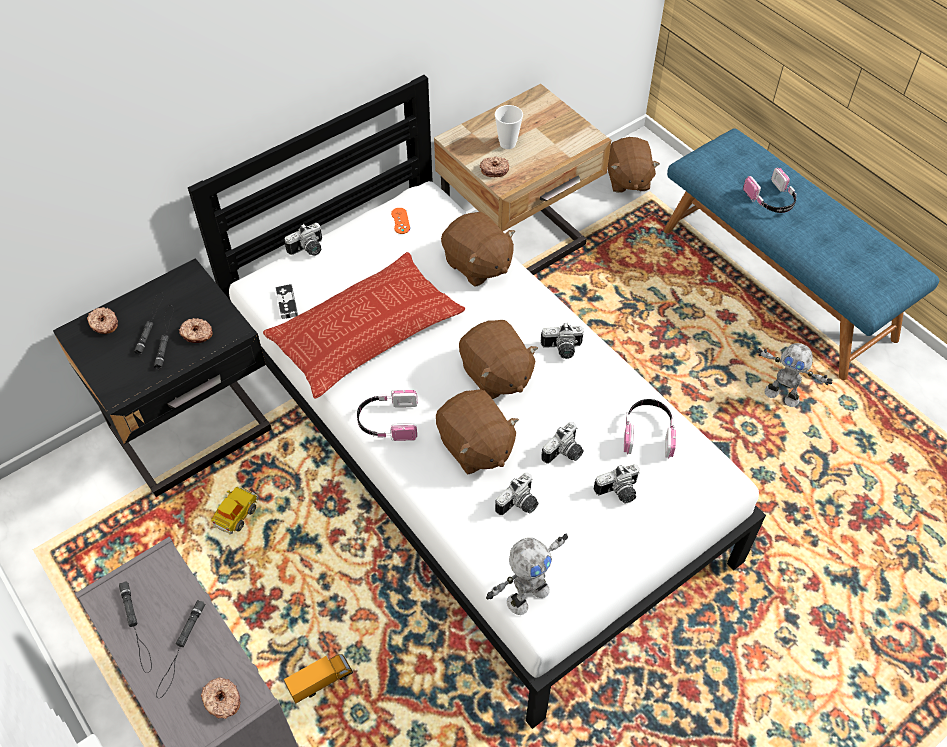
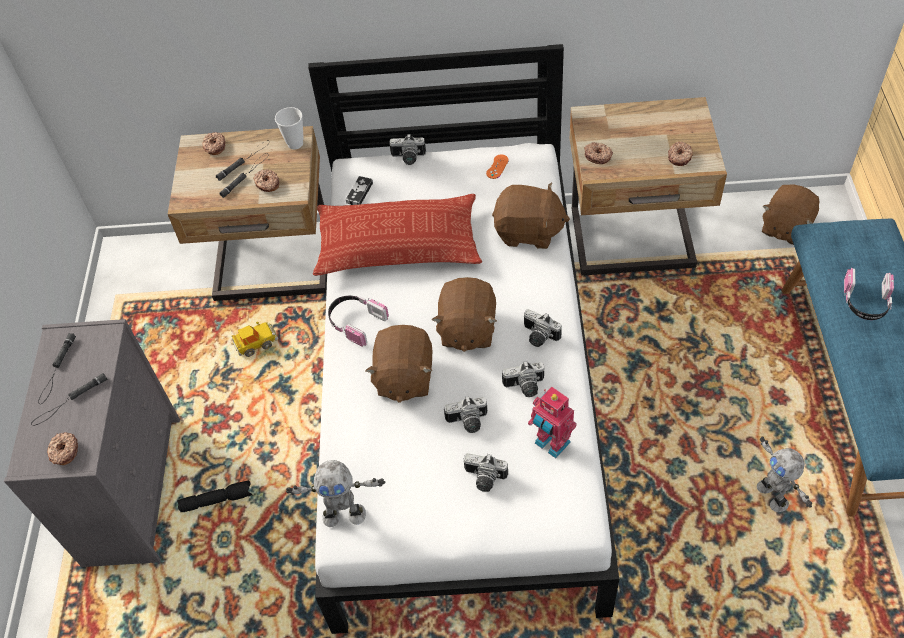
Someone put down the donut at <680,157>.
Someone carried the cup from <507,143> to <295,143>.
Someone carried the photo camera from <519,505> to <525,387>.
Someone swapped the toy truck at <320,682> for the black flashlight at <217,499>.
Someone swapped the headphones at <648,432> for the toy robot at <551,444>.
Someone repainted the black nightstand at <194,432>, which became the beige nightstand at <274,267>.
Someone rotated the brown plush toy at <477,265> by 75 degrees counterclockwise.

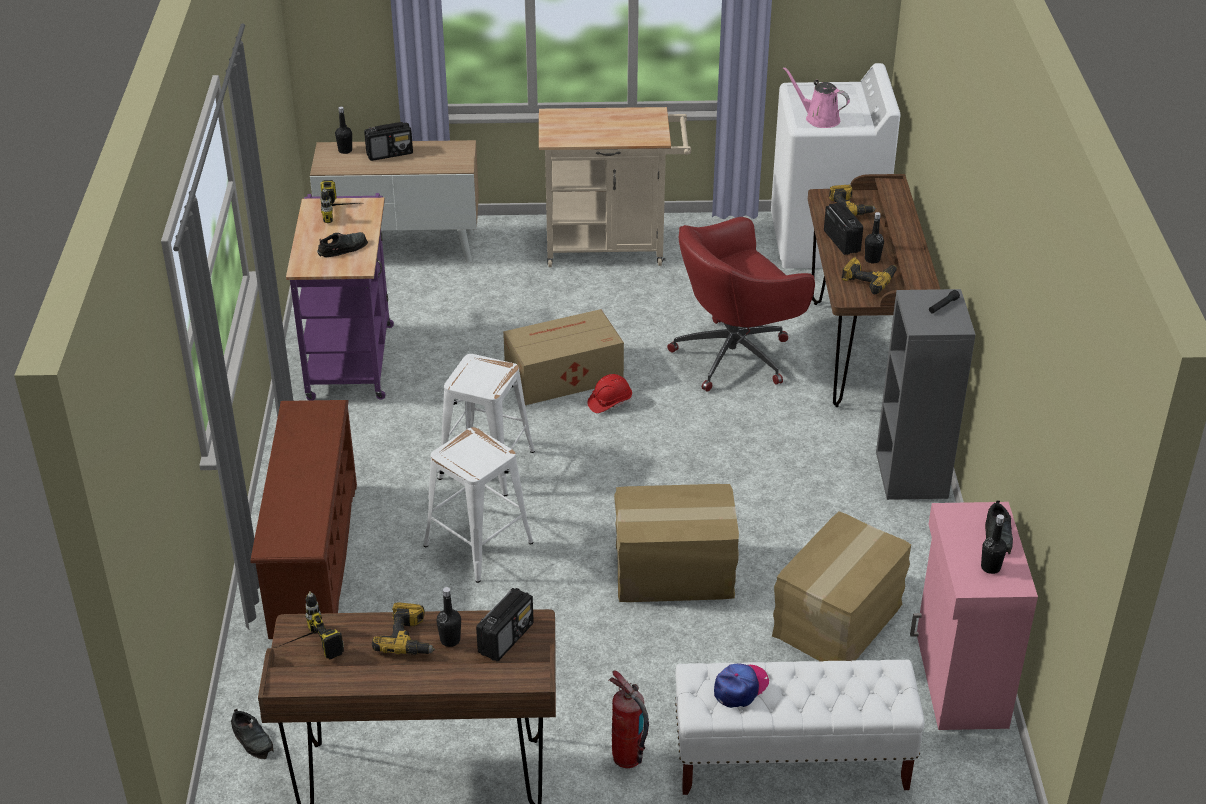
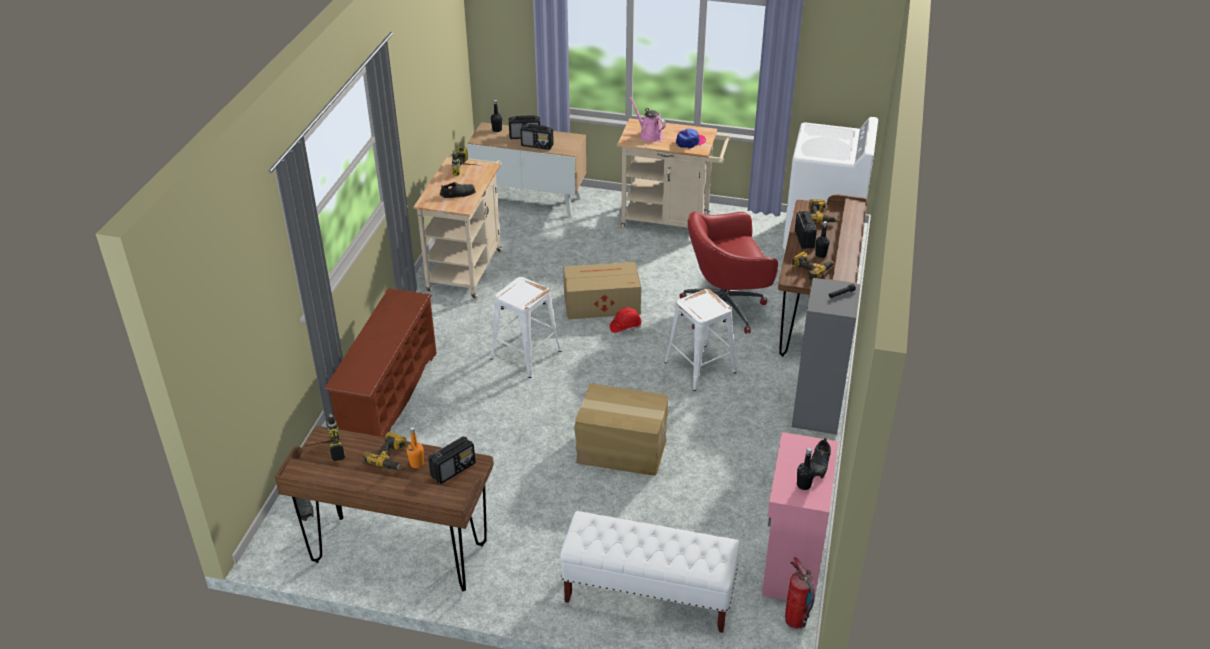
Someone took away the cardboard box at <839,620>.
Someone put down the radio at <537,145>.
Someone carried the white stool from <477,544> to <699,367>.
Someone carried the fire extinguisher from <627,757> to <795,620>.
Someone carried the cap from <740,687> to <690,142>.
Someone carried the pink watering can from <819,118> to <649,135>.
Someone repainted the purple cart at <350,356>, which became the beige cart at <467,268>.
Someone repainted the black bottle at <450,640>, which became the orange bottle at <417,463>.

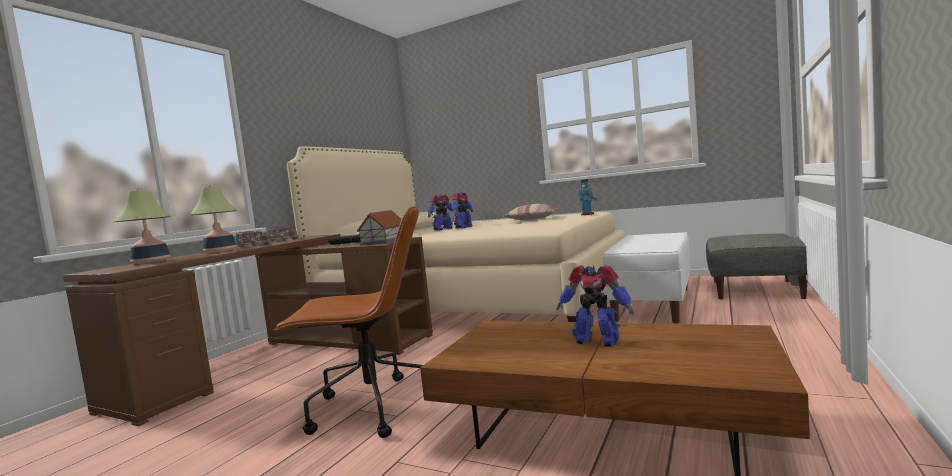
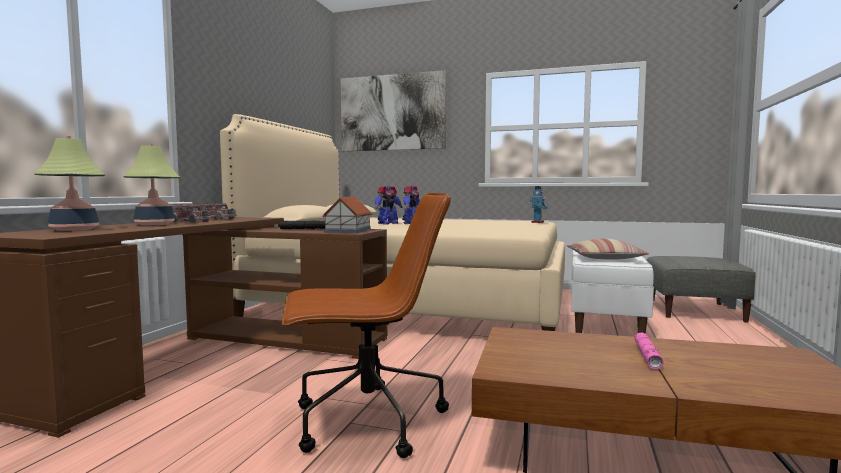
Someone put up the picture at <392,112>.
Someone carried the pillow from <532,219> to <605,259>.
Someone swapped the toy robot at <597,340> for the pink flashlight at <647,356>.

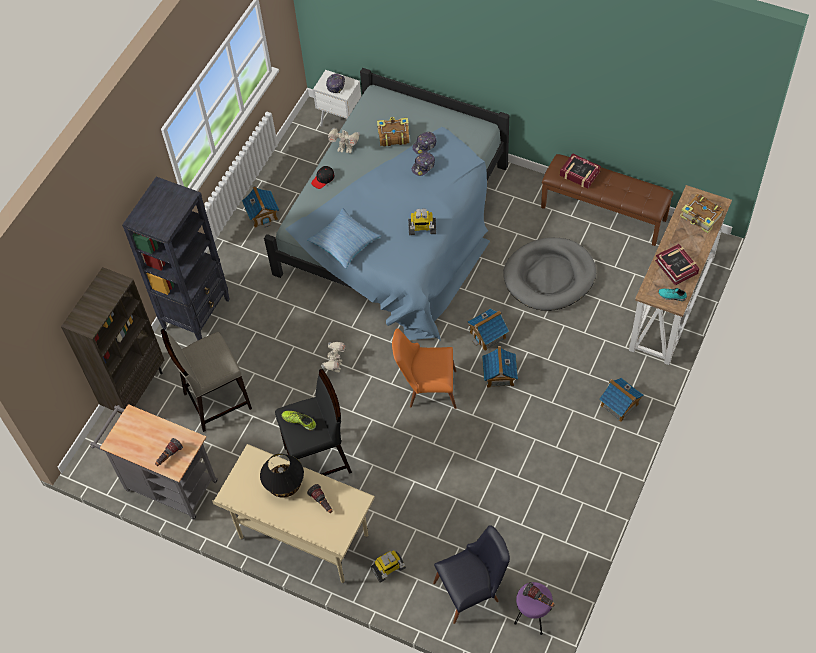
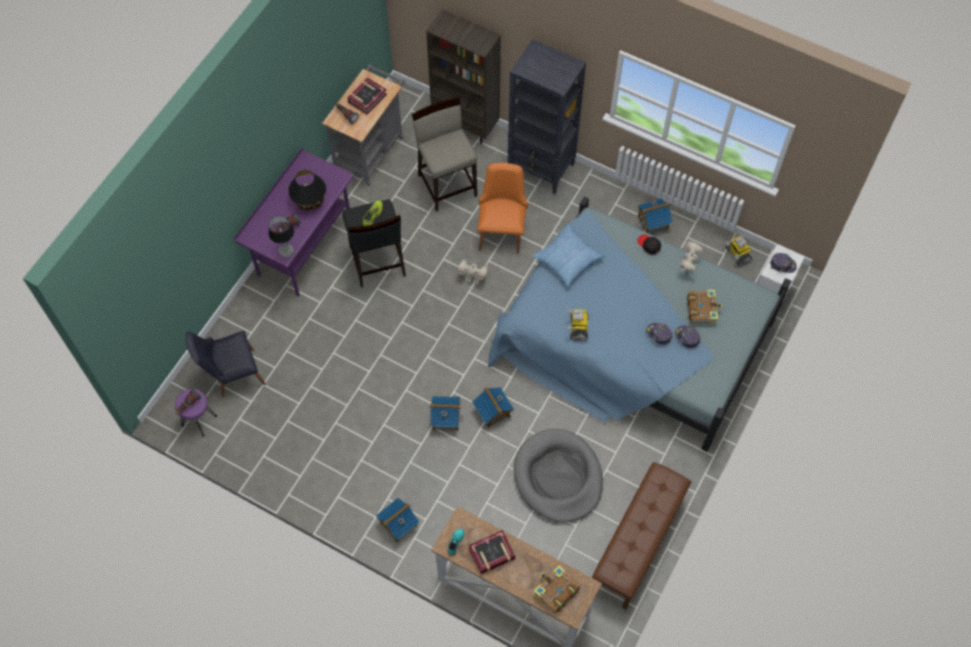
Someone put down the table lamp at <286,251>.
Someone carried the toy robot from <388,569> to <737,254>.
Someone carried the orange chair from <426,388> to <502,229>.
Someone carried the book from <579,174> to <367,98>.
Someone repainted the beige desk at <303,537>, which became the purple desk at <305,248>.
Someone rotated the black chair at <472,590> by 90 degrees clockwise.

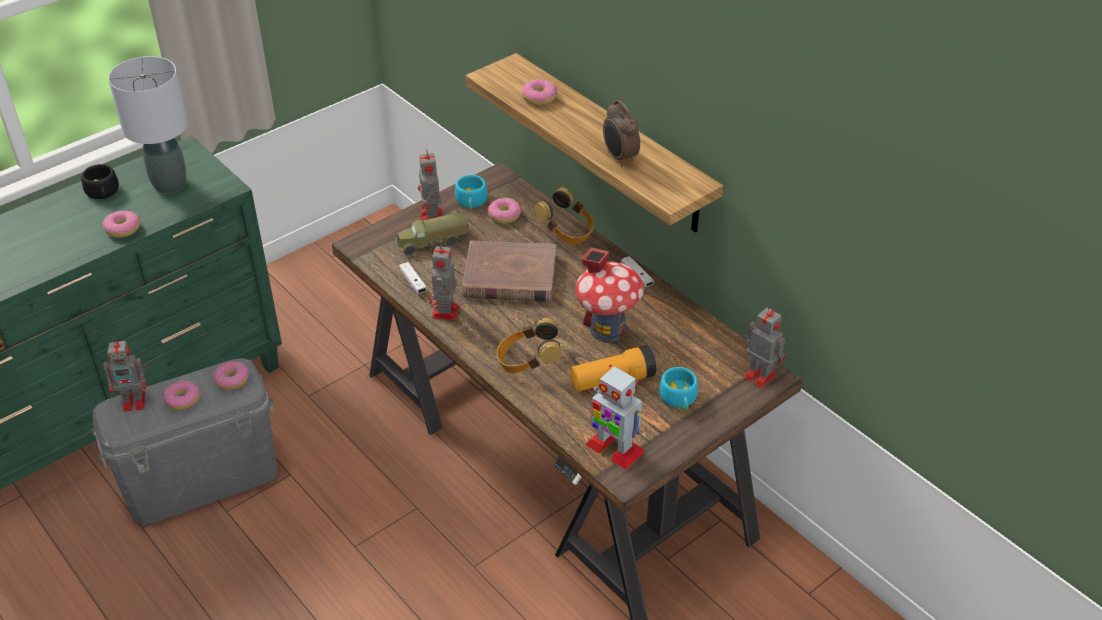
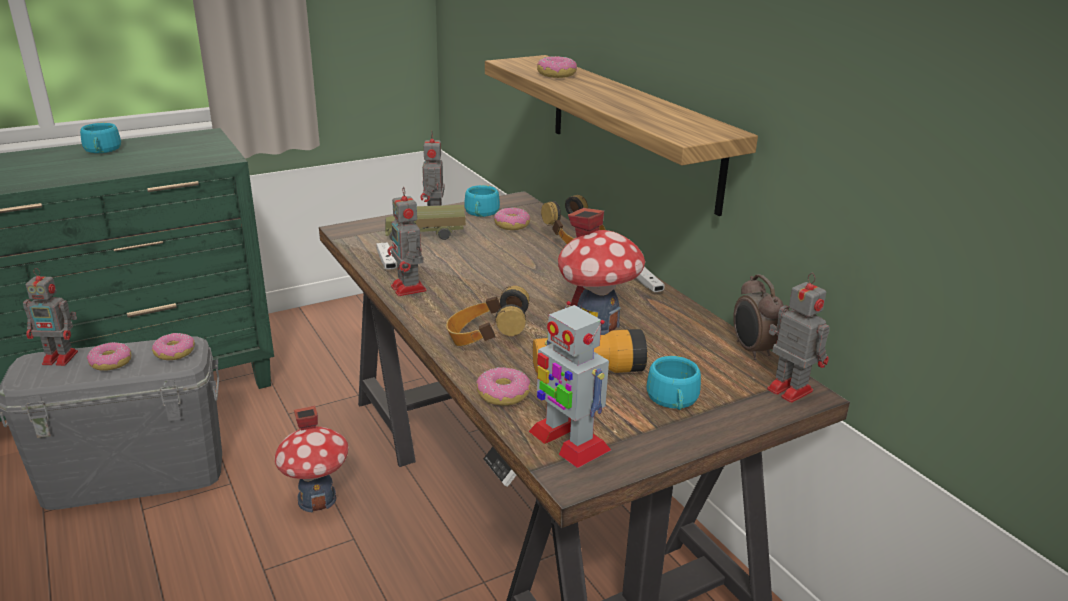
Someone took away the grey table lamp at <169,185>.
Someone took away the brown book at <510,277>.
Someone put down the toy house at <317,499>.
Someone carried the donut from <123,229> to <503,394>.
Someone carried the alarm clock from <619,158> to <751,350>.
Someone repainted the black cup at <103,193>, which became the turquoise cup at <102,150>.
Someone rotated the toy robot at <445,313> by 45 degrees counterclockwise.

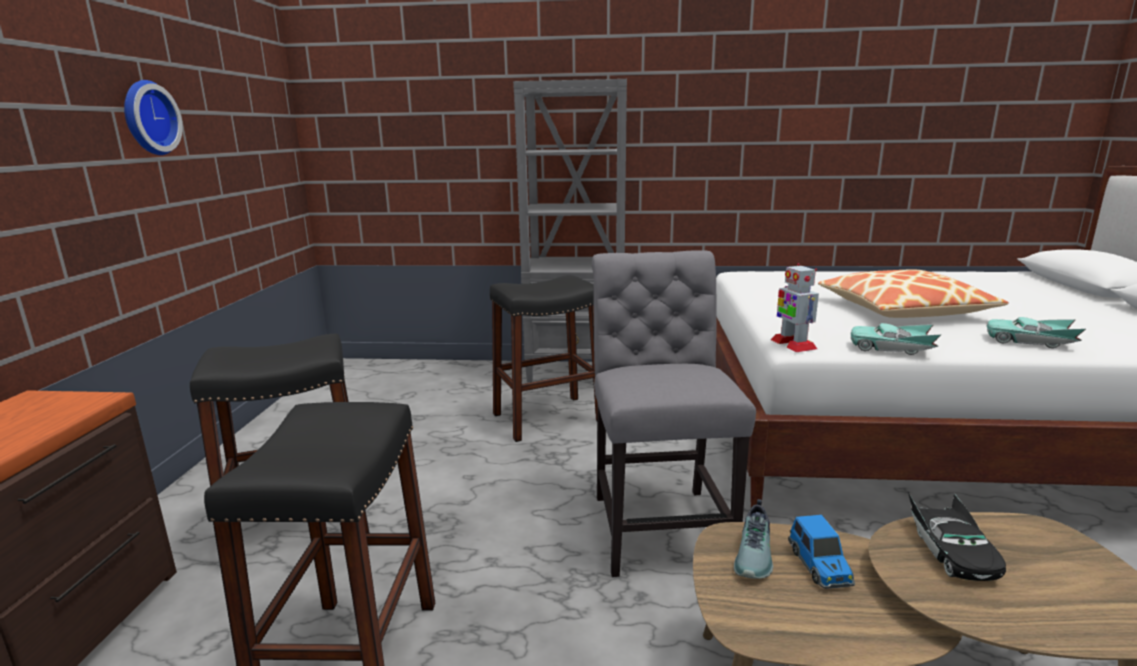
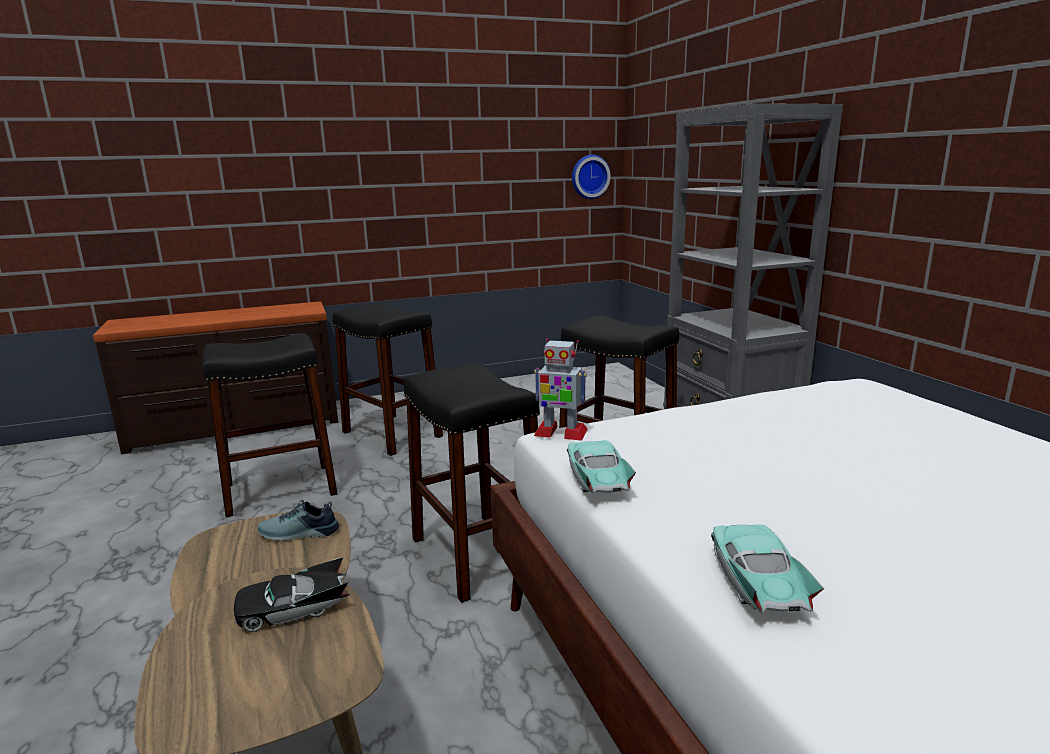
Someone took away the toy car at <820,566>.
Someone took away the pillow at <903,310>.
Someone carried the wall clock from <147,118> to <589,177>.
Someone swapped the grey chair at <659,525> for the black stool at <476,555>.
Someone rotated the toy robot at <792,344> by 120 degrees counterclockwise.

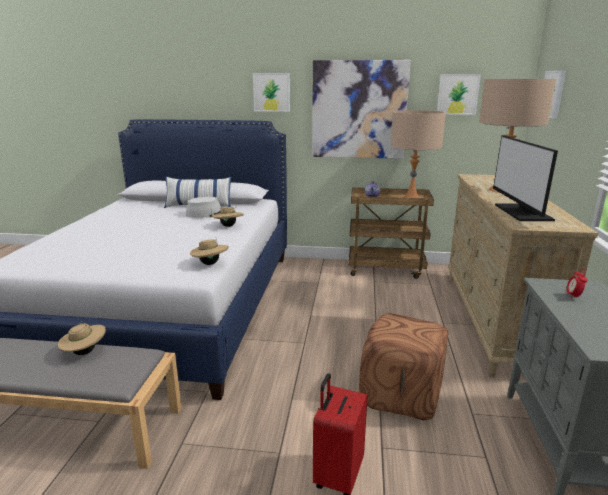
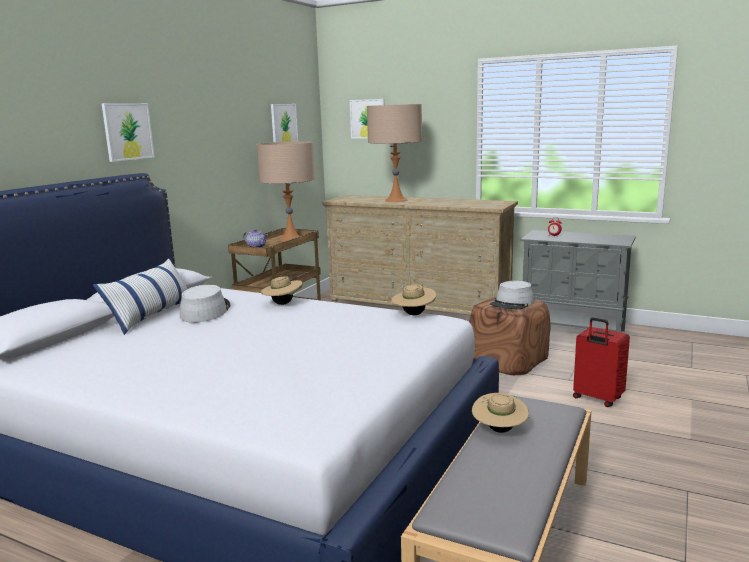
Someone took away the picture at <359,110>.
Someone took away the monitor at <521,212>.
Someone put down the grey hat at <512,303>.

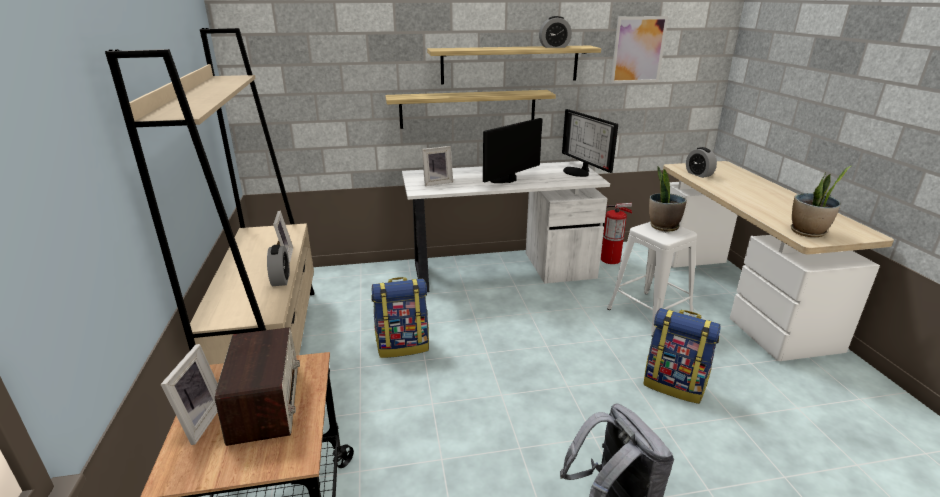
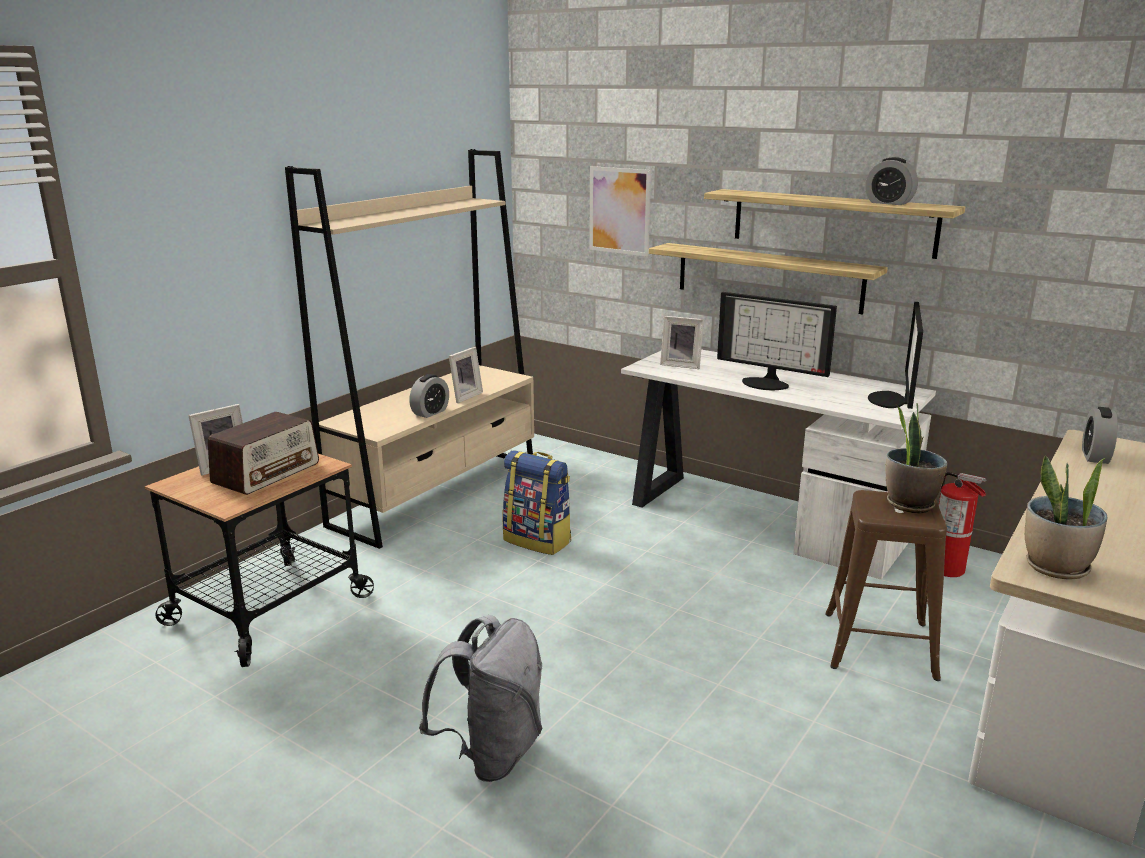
Someone took away the backpack at <674,385>.
Someone carried the picture from <638,50> to <619,211>.
Someone repainted the white stool at <649,313>, which became the brown stool at <879,644>.
Someone rotated the monitor at <505,179> by 150 degrees counterclockwise.

